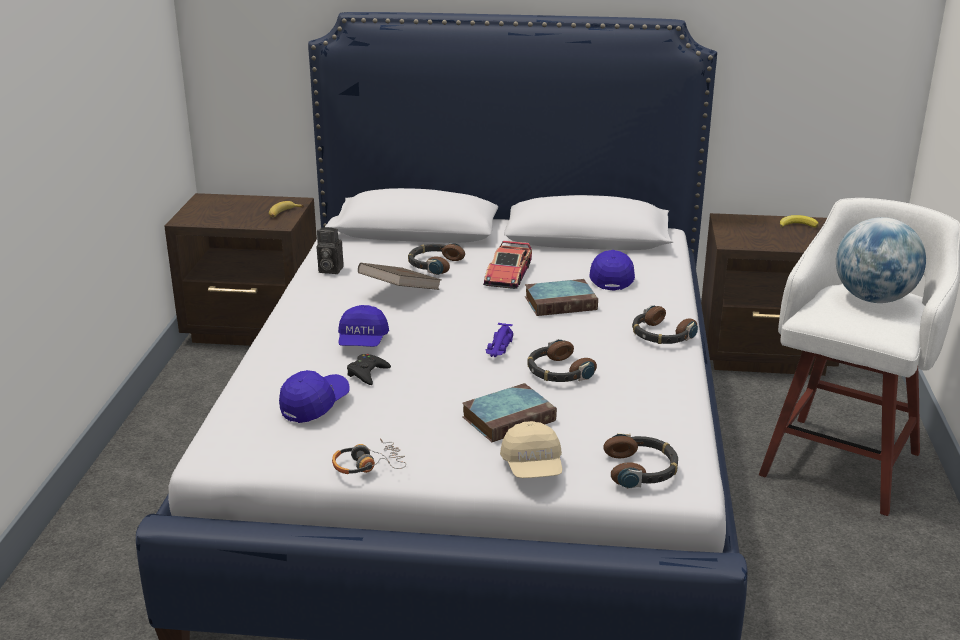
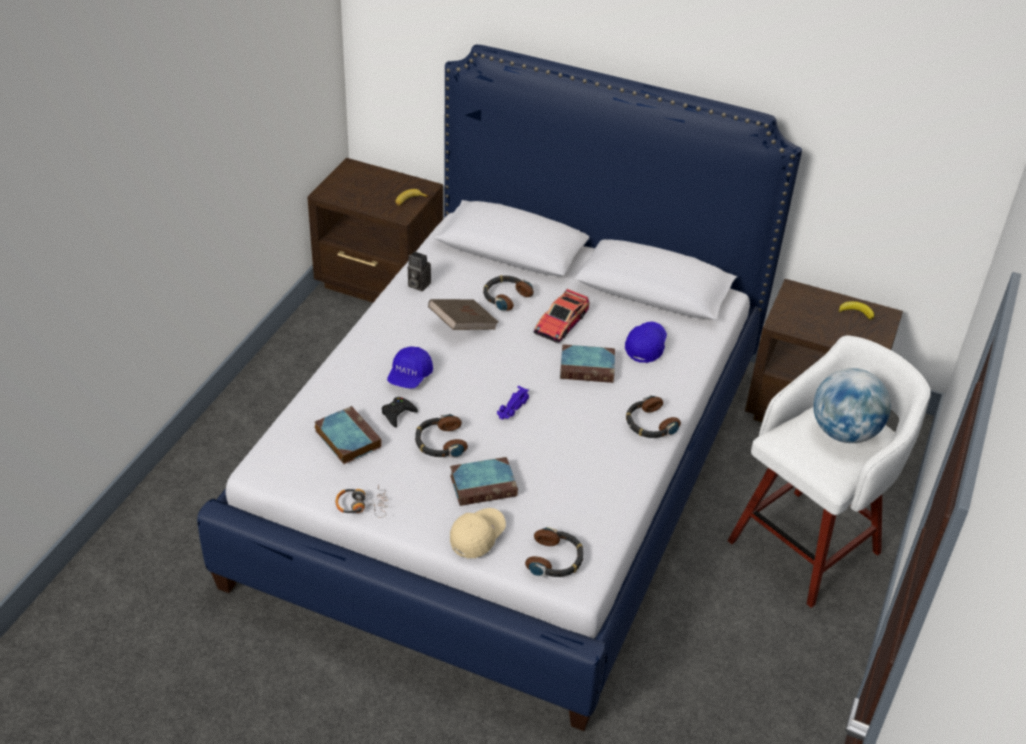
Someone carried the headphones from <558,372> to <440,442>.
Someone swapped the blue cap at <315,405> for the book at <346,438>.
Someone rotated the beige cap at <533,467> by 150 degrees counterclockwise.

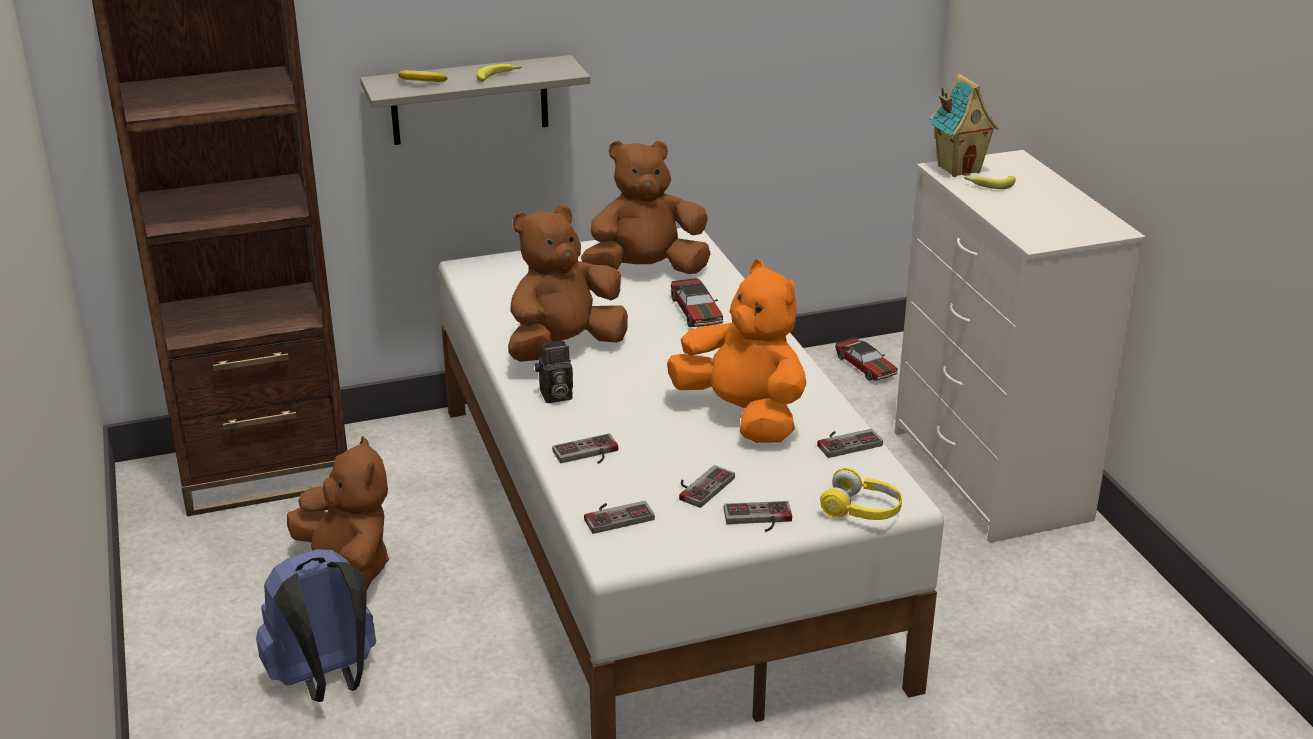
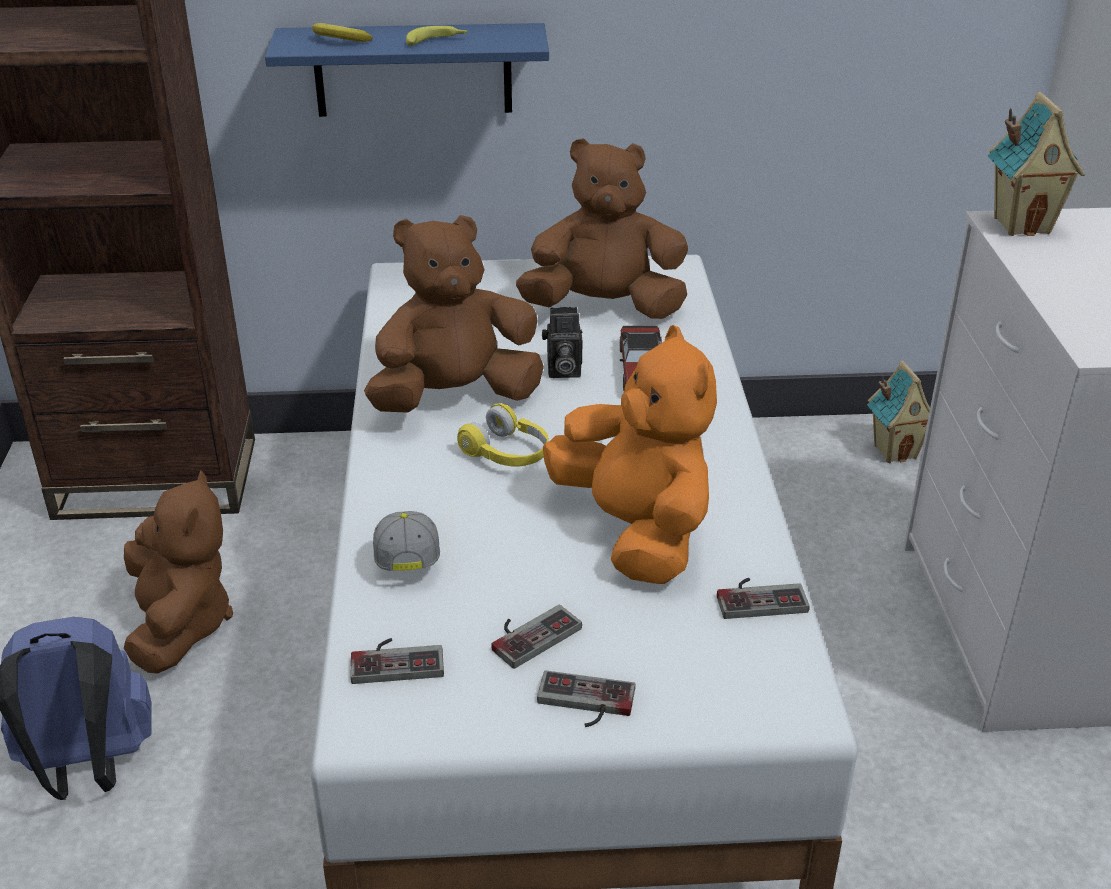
Someone took away the banana at <989,184>.
Someone carried the photo camera from <555,396> to <562,371>.
Someone carried the yellow headphones from <862,510> to <507,453>.
Someone swapped the game controller at <588,454> for the cap at <407,557>.
Someone swapped the toy car at <865,366> for the toy house at <895,451>.
Someone repainted the grey shelf at <469,100>, which became the blue shelf at <413,70>.

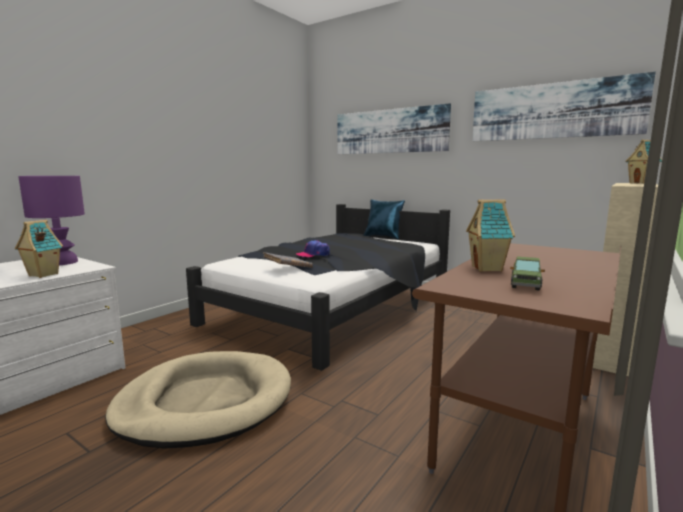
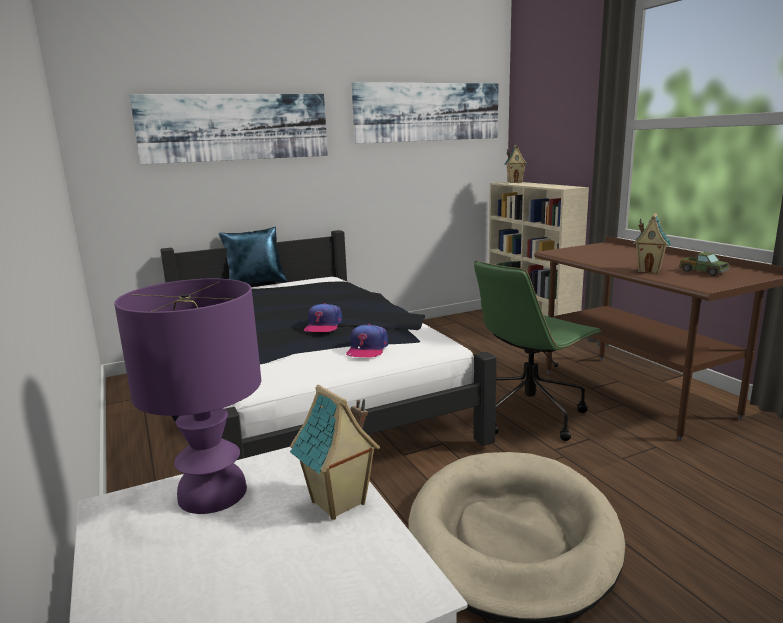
Someone put down the green office chair at <530,414>.
Someone swapped the grey book at <288,268> for the cap at <367,349>.

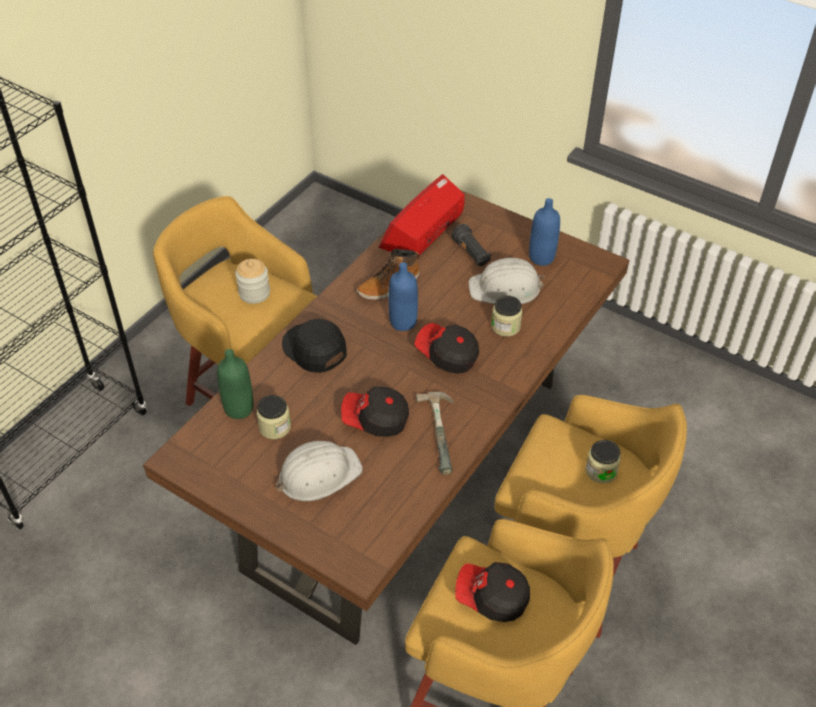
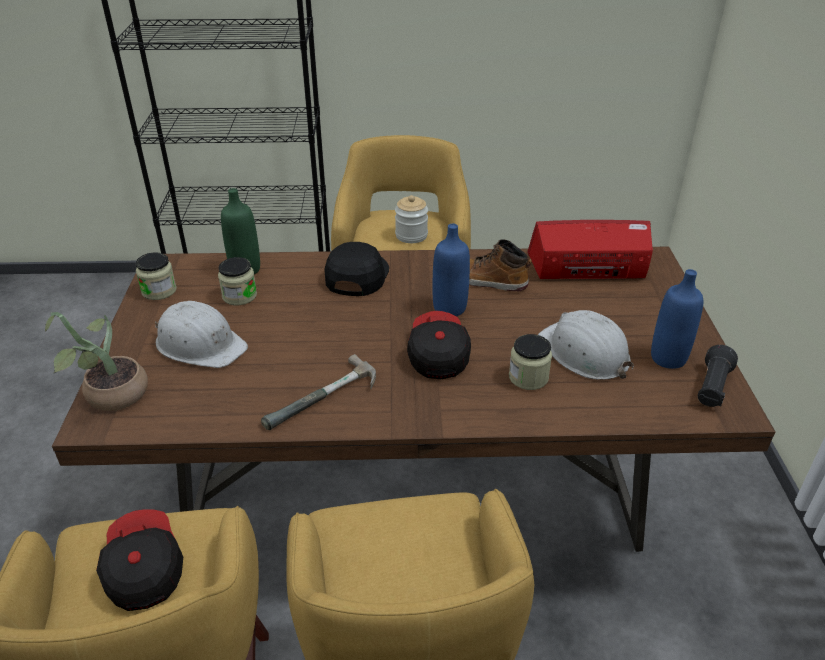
Someone took away the cap at <375,420>.
Someone put down the potted plant at <109,396>.
Someone carried the black flashlight from <471,253> to <712,388>.
Someone carried the jar from <601,471> to <159,291>.

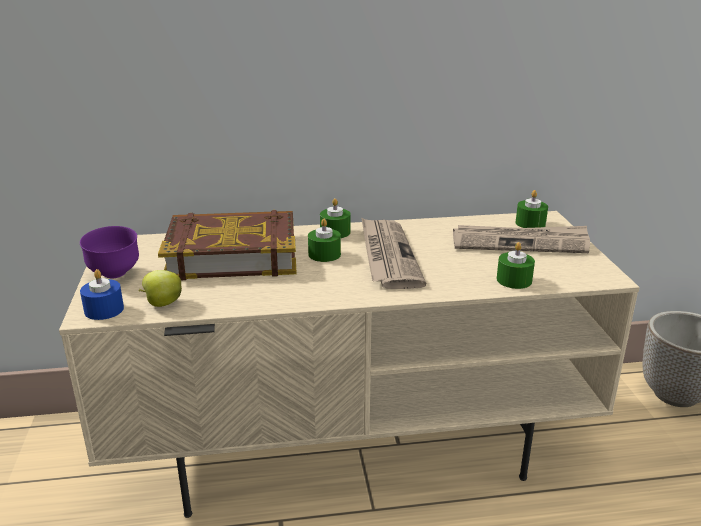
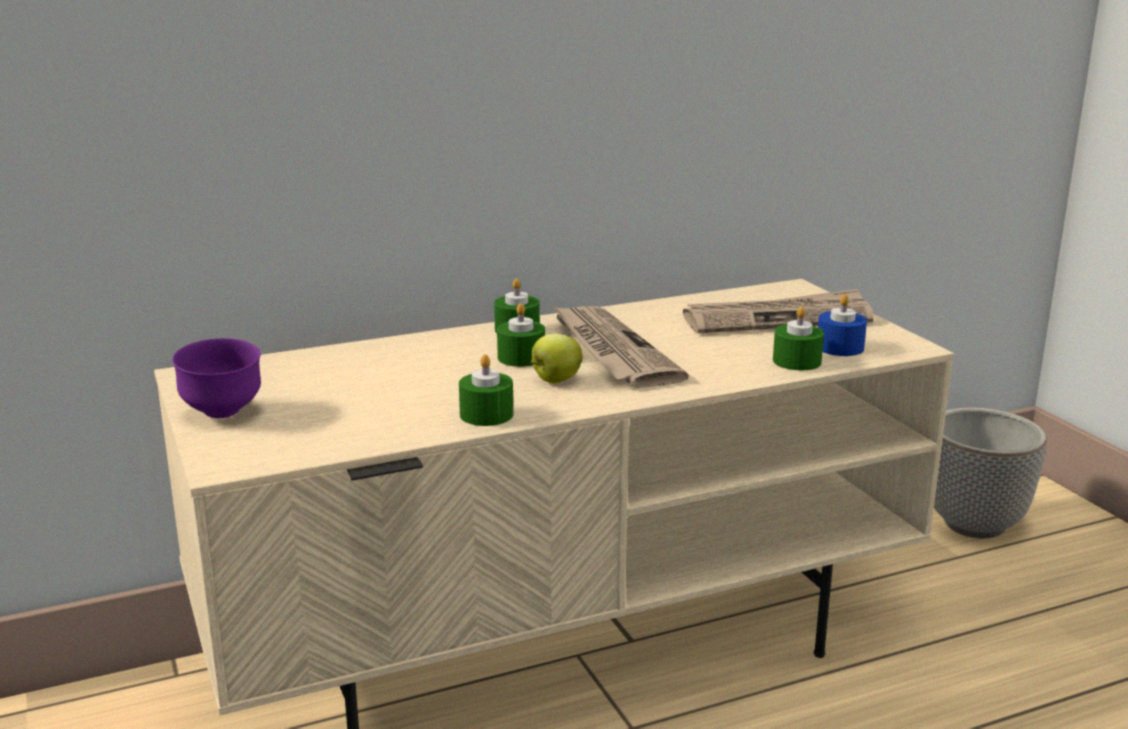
Someone took away the book at <232,254>.
Someone carried the blue candle from <104,310> to <840,347>.
Someone carried the apple from <162,304> to <555,380>.
Someone carried the green candle from <530,223> to <486,414>.

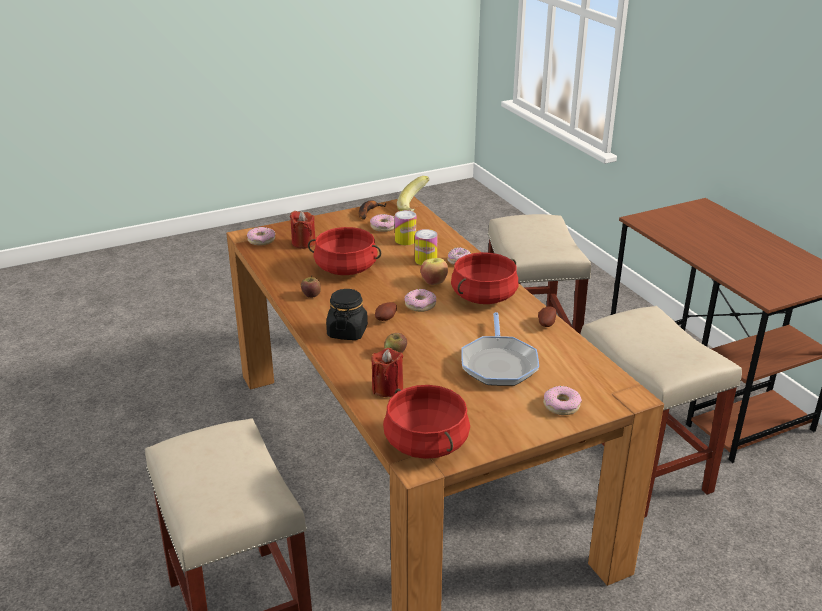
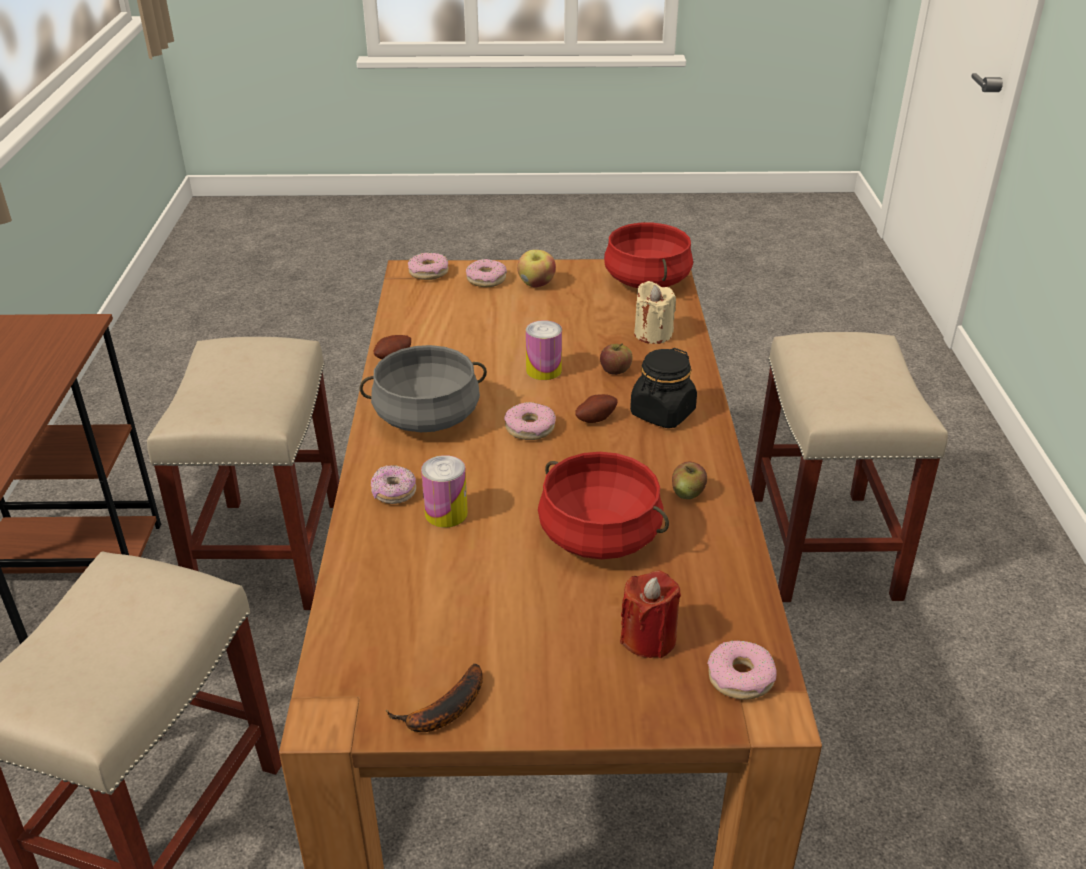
Someone took away the banana at <415,207>.
Someone took away the frying pan at <498,364>.
Someone carried the donut from <383,227> to <428,272>.
Someone carried the can from <405,240> to <543,370>.
Someone carried the apple from <434,282> to <536,284>.
Someone repainted the red candle at <387,388>, which became the beige candle at <653,334>.
Someone repainted the red cooking pot at <484,297>, which became the grey cooking pot at <427,416>.

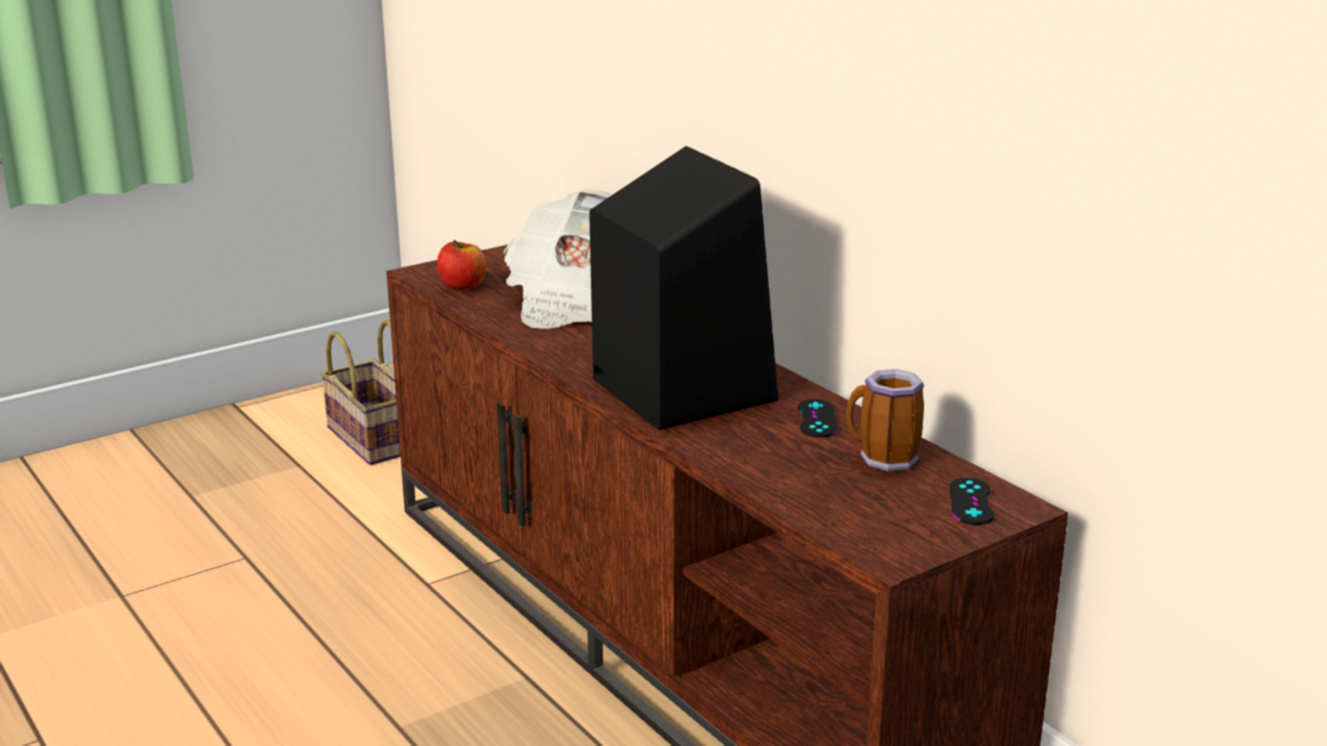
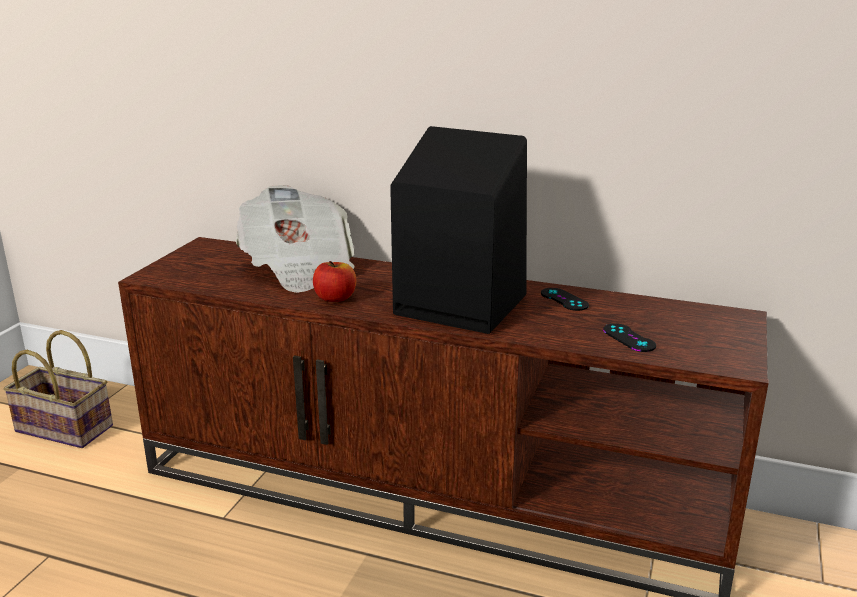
Someone took away the mug at <883,460>.
Someone carried the apple from <463,286> to <335,298>.
Someone carried the black game controller from <971,502> to <629,338>.

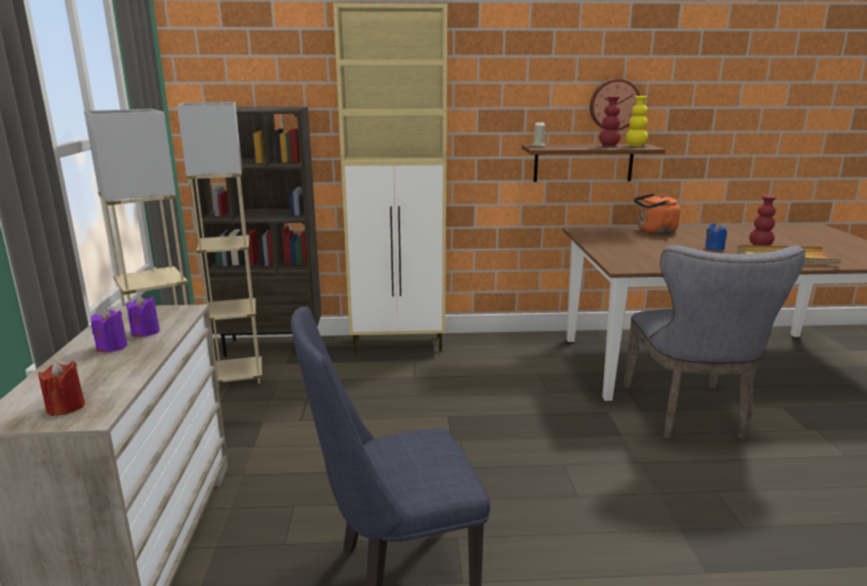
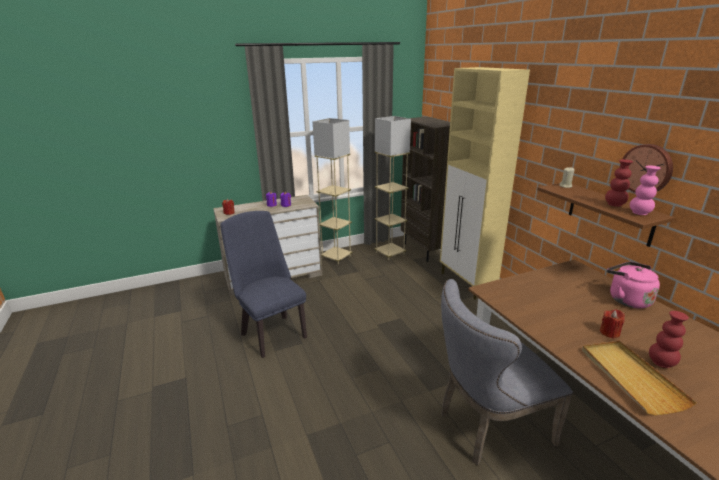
Someone repainted the yellow vase at <635,146>, which became the pink vase at <639,213>.
Someone repainted the orange kettle at <654,231>, which became the pink kettle at <626,299>.
Someone repainted the blue candle at <714,248>, which became the red candle at <609,333>.

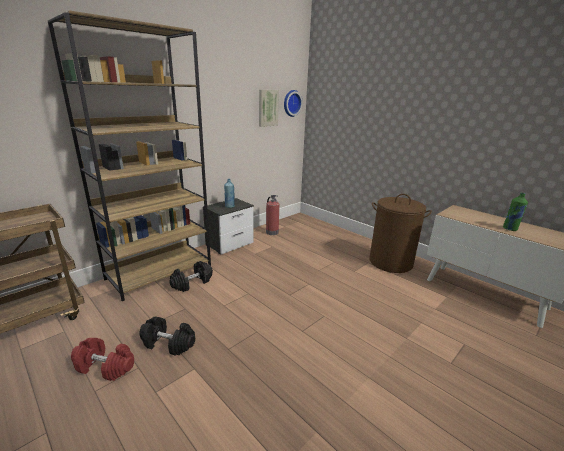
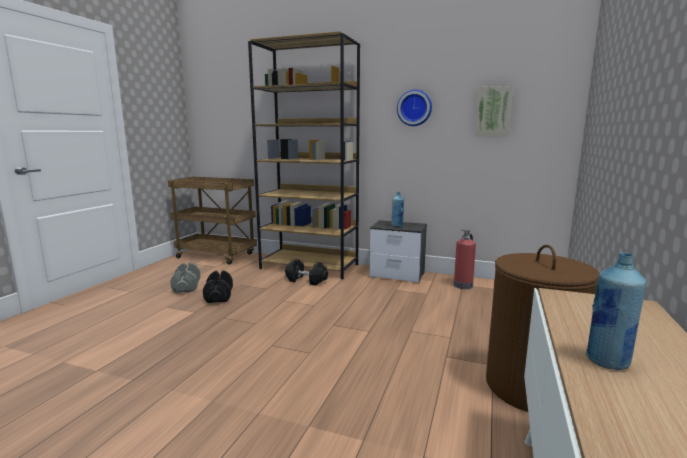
Someone carried the wall clock from <291,103> to <414,108>.
Someone repainted the red dumbbell at <105,367>, which became the grey dumbbell at <186,286>.
Someone repainted the green bottle at <510,229>, which became the blue bottle at <607,361>.

